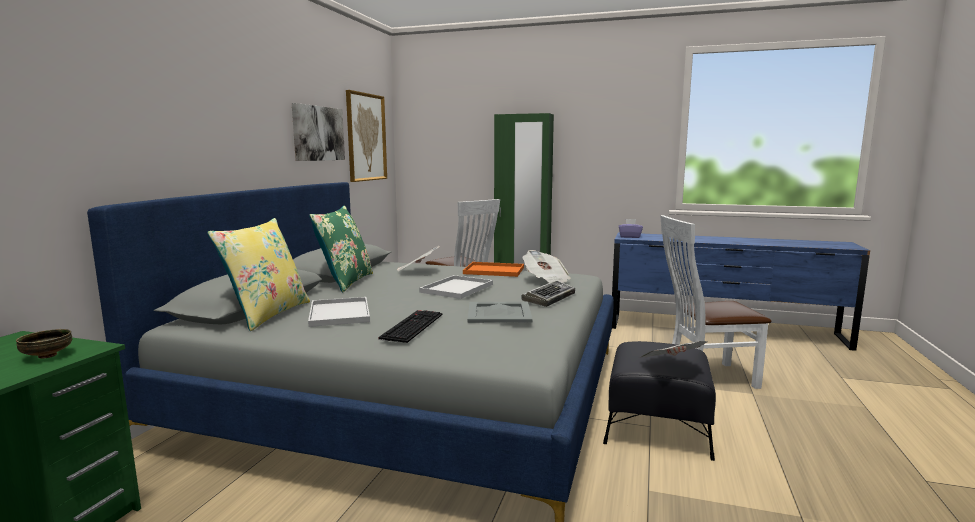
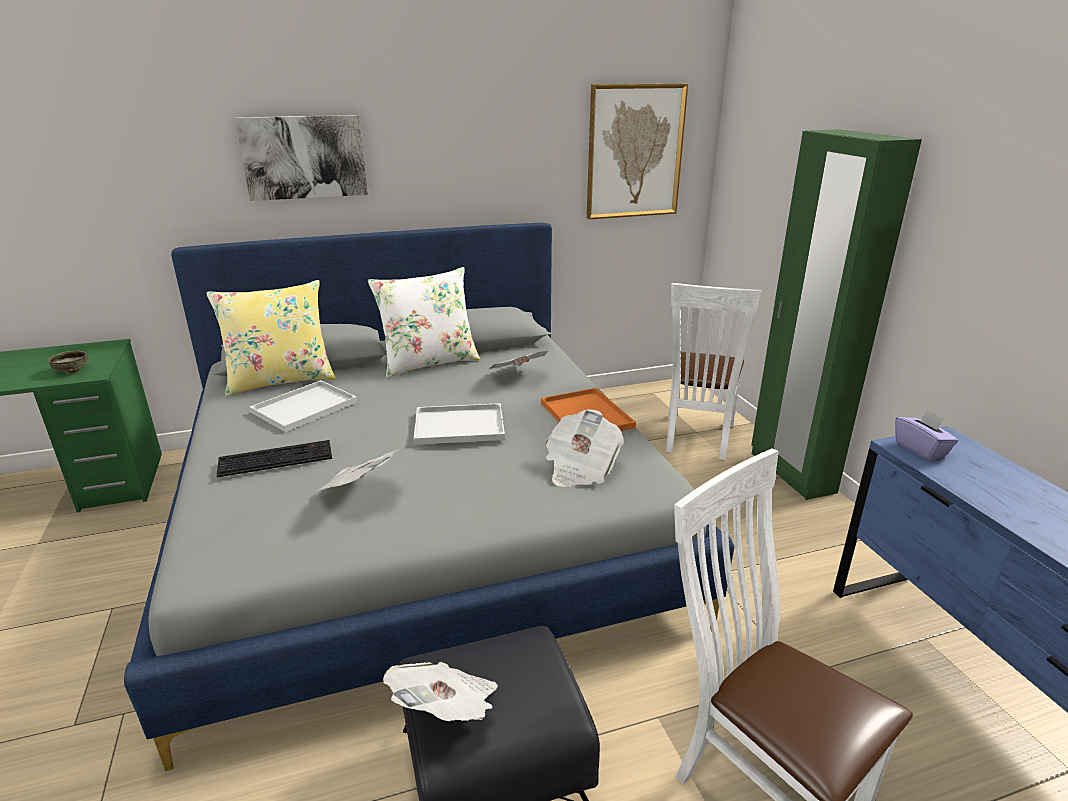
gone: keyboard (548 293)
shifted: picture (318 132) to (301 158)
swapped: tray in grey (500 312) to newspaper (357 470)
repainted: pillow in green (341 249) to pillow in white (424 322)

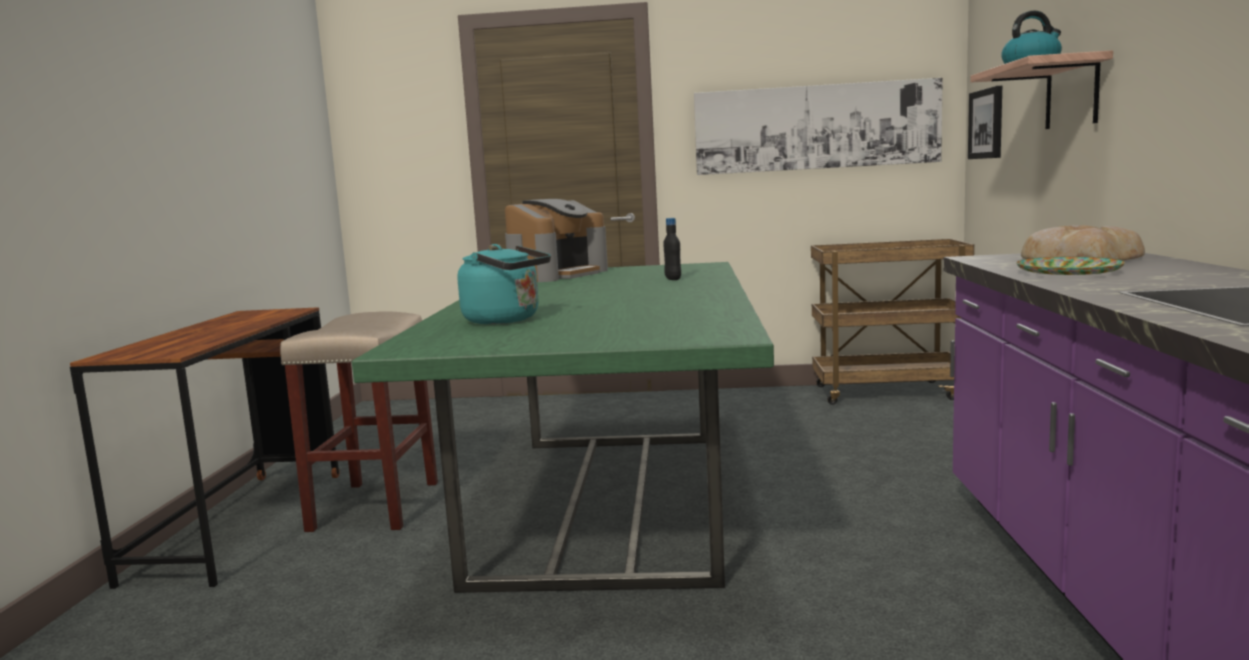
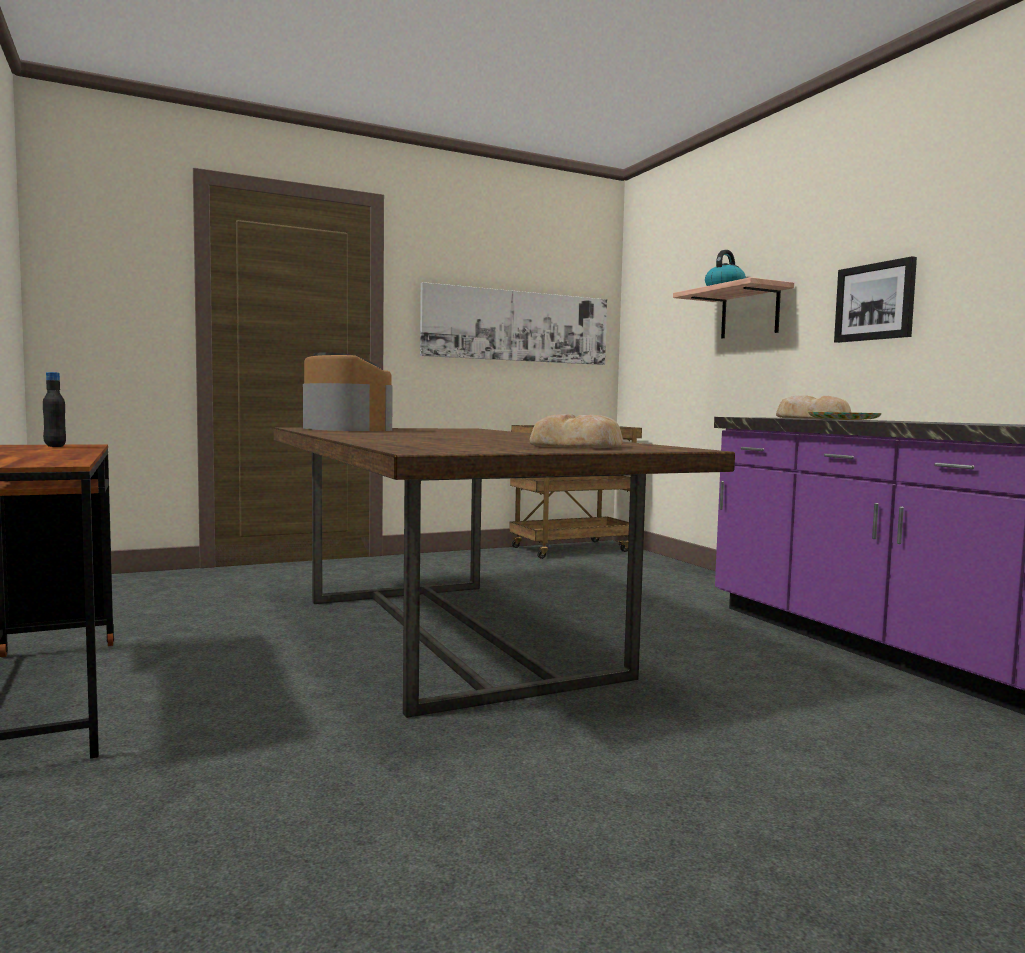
gone: kettle in turquoise (504 284); stool in beige (359 421)
new: bread (576 431)
shifted: picture (985 122) to (875 299); bottle in black (672 249) to (54 409)
repainted: dining table in green (563 427) to dining table in brown (504 572)
rotated: coffee machine (556 240) = (348 391) 45 degrees counterclockwise

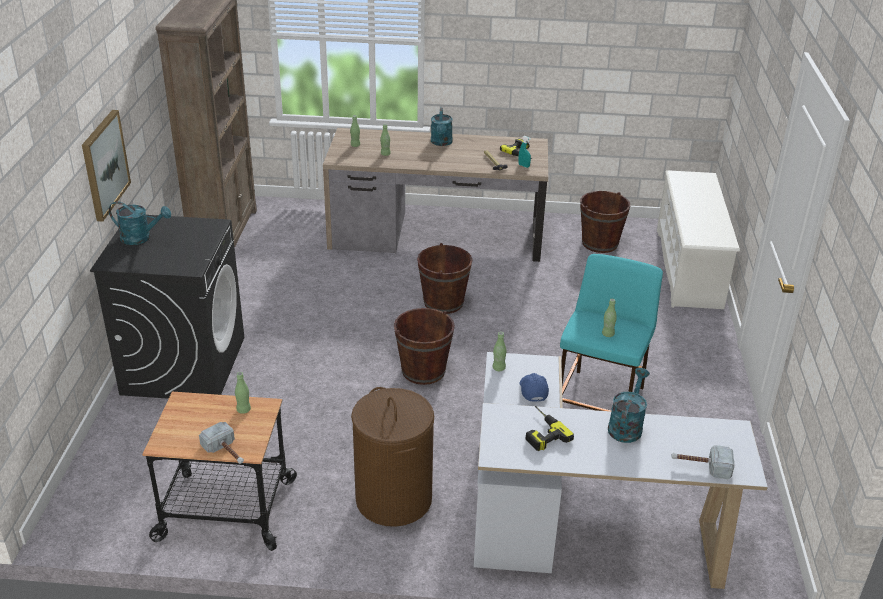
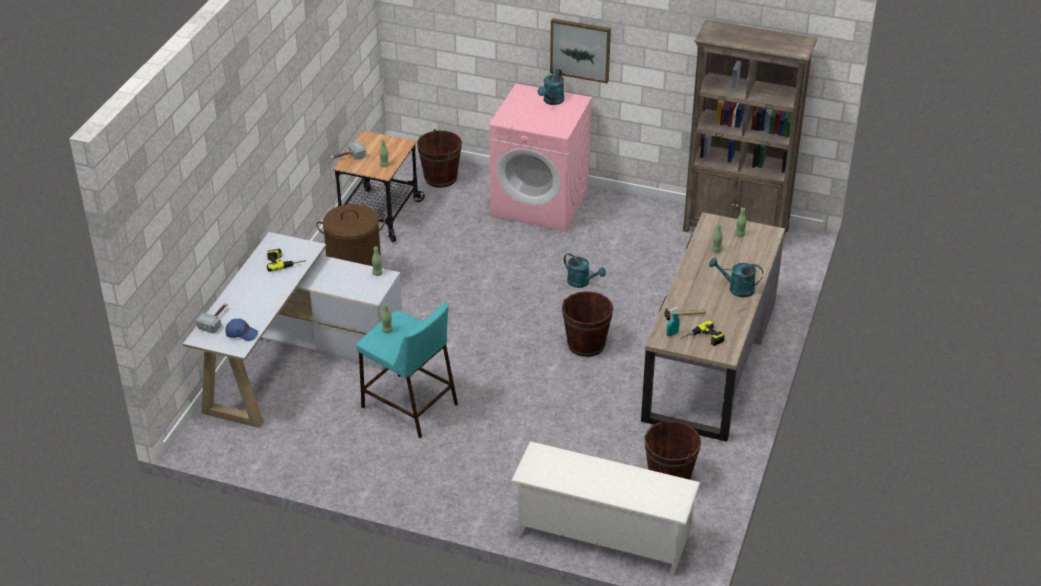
shifted: bucket in brown (424 346) to (439 158); watering can in turquoise (629 405) to (585 270); cap in blue (534 387) to (241 330)
repainted: washing machine in black (167 307) to washing machine in pink (540 157)

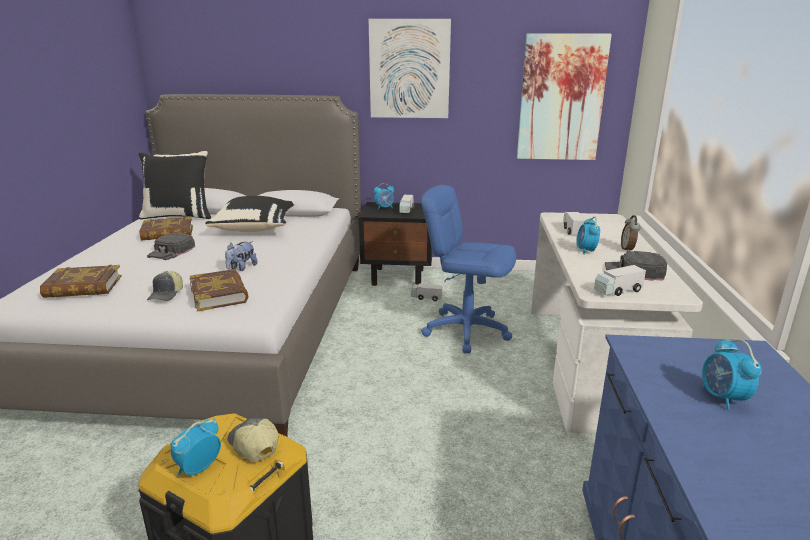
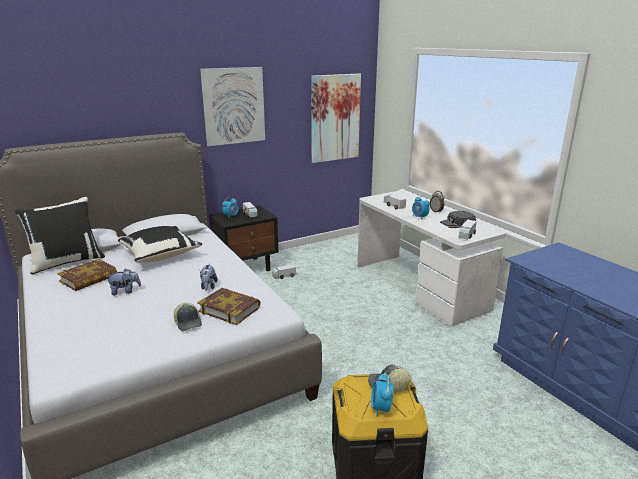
gone: office chair in blue (468 269); book (81 281); alarm clock (732 374)
swapped: cap in black (171 246) to plush toy (123 281)

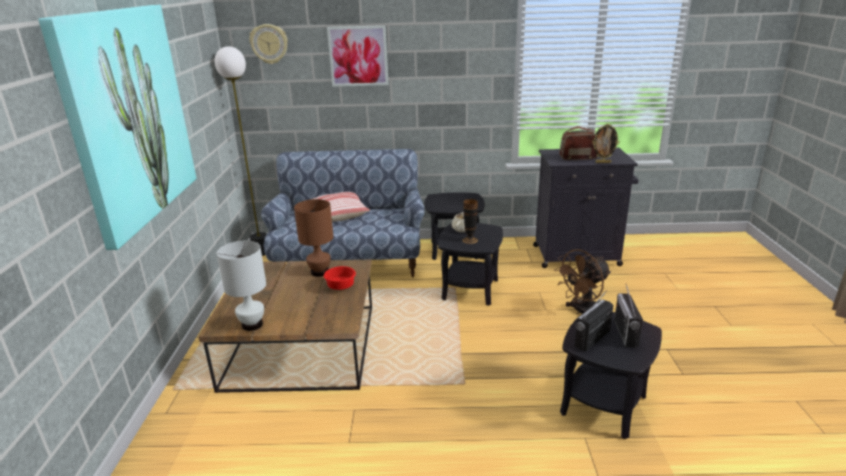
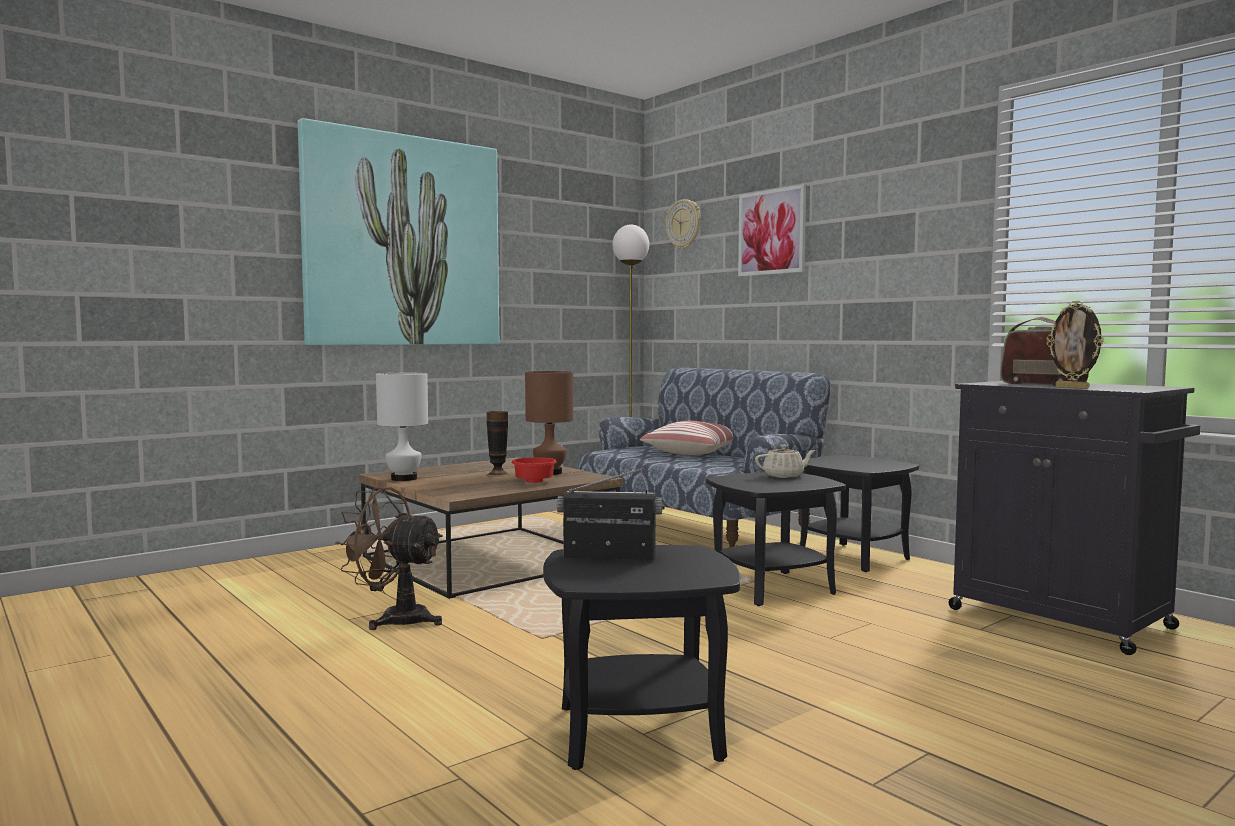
gone: radio (628 316)
shifted: vase (470 221) to (498 444); fan in brown (582 281) to (389 558)

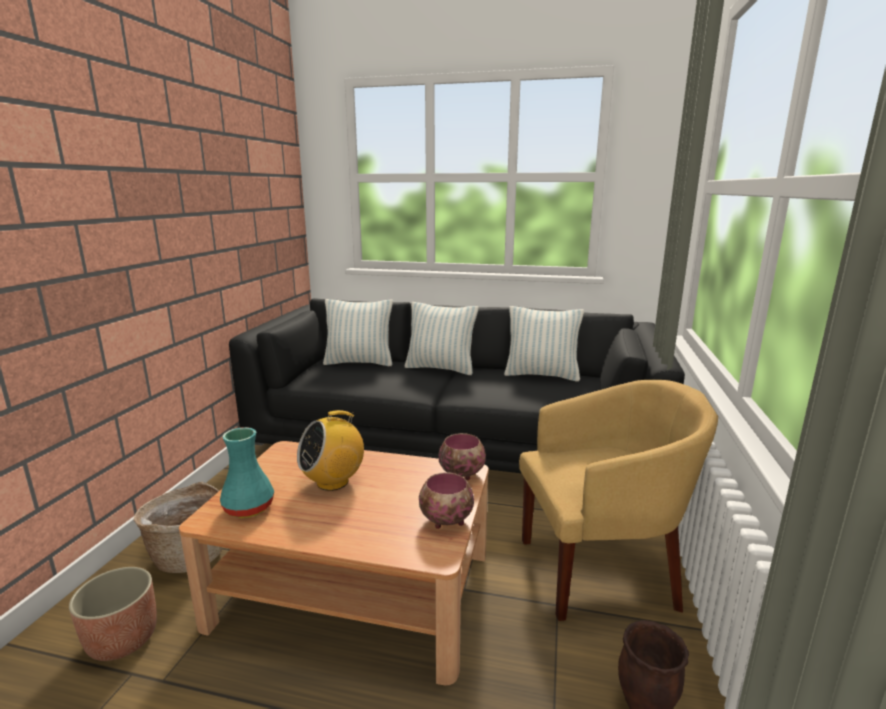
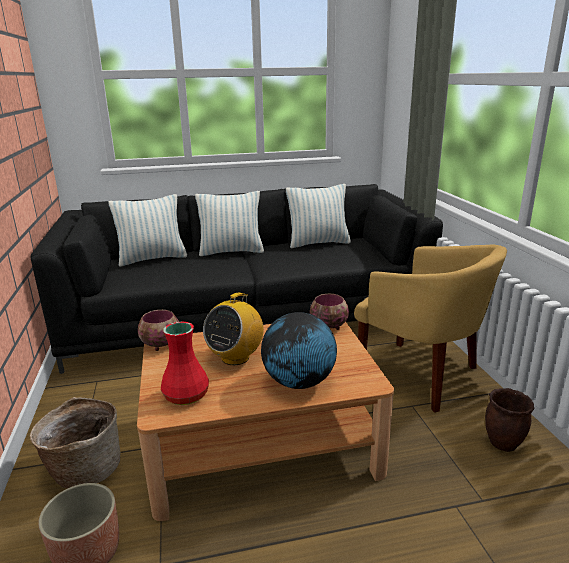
new: globe (299 350)
shifted: bowl (446 500) to (158 330)
repainted: vase in turquoise (247 472) to vase in red (185 363)
rotated: armchair in yellow (618 500) = (430 329) 75 degrees clockwise

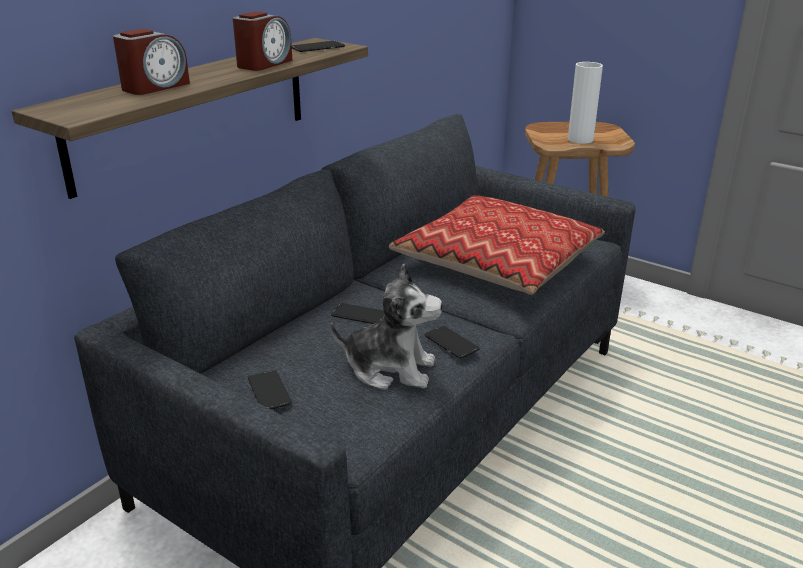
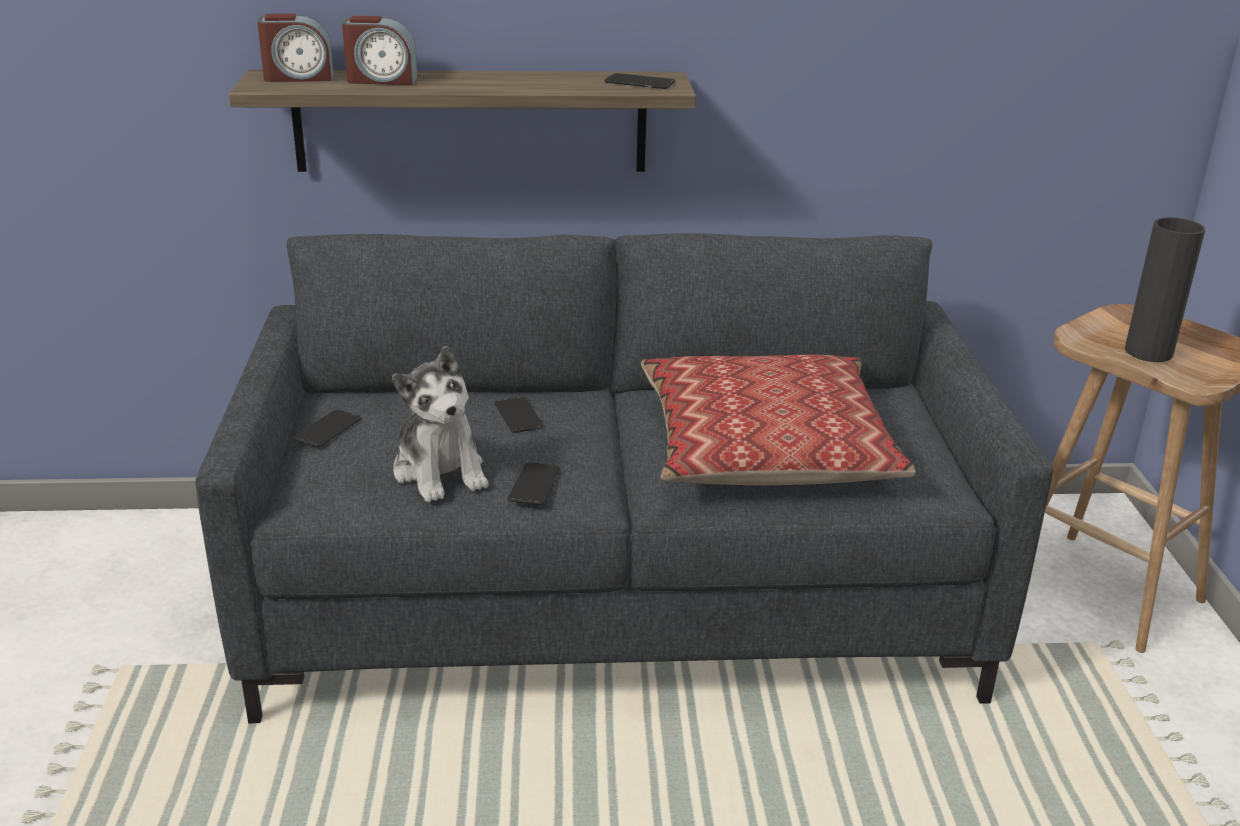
shifted: alarm clock (263 41) to (295 48)
repainted: vase in white (585 103) to vase in black (1165 289)

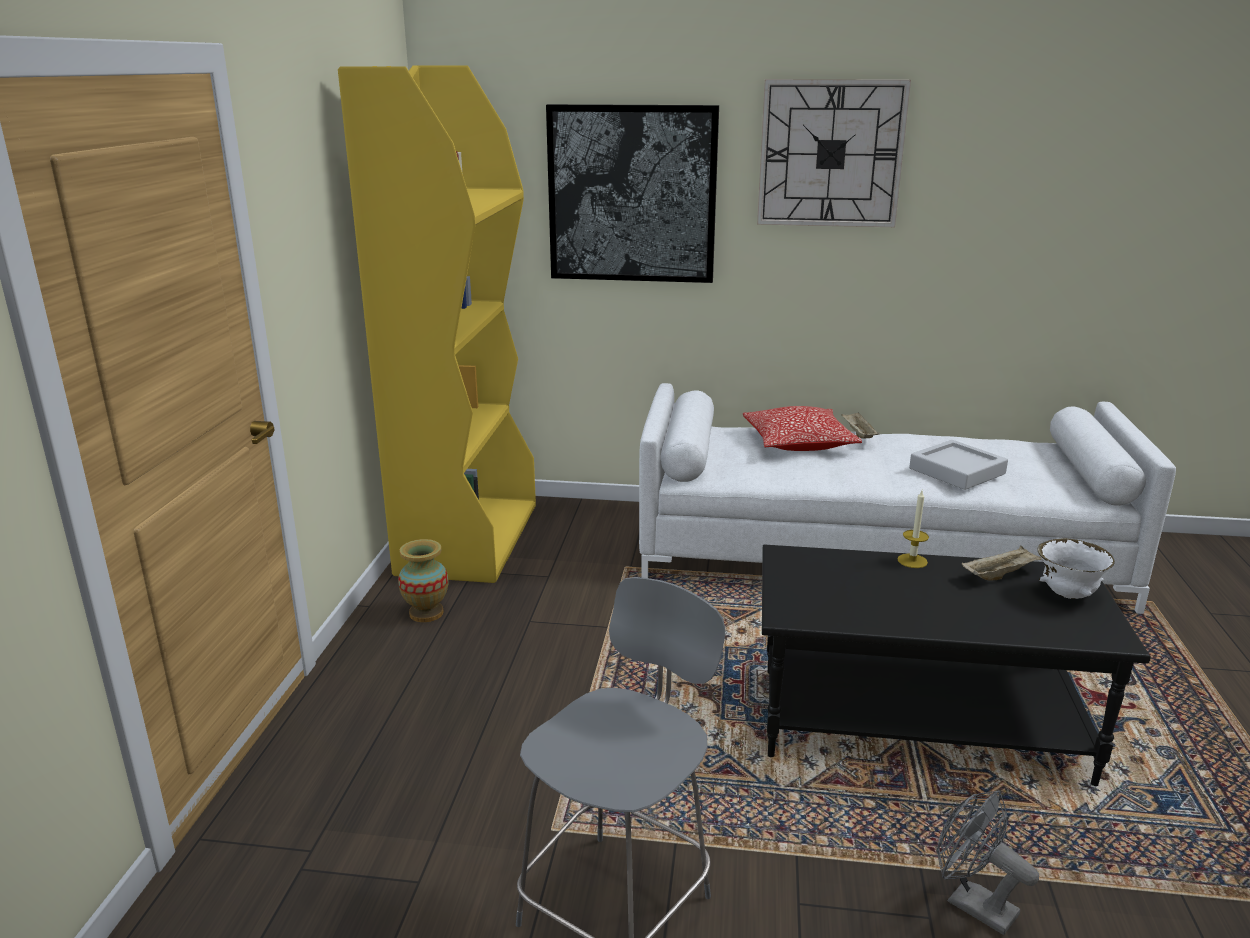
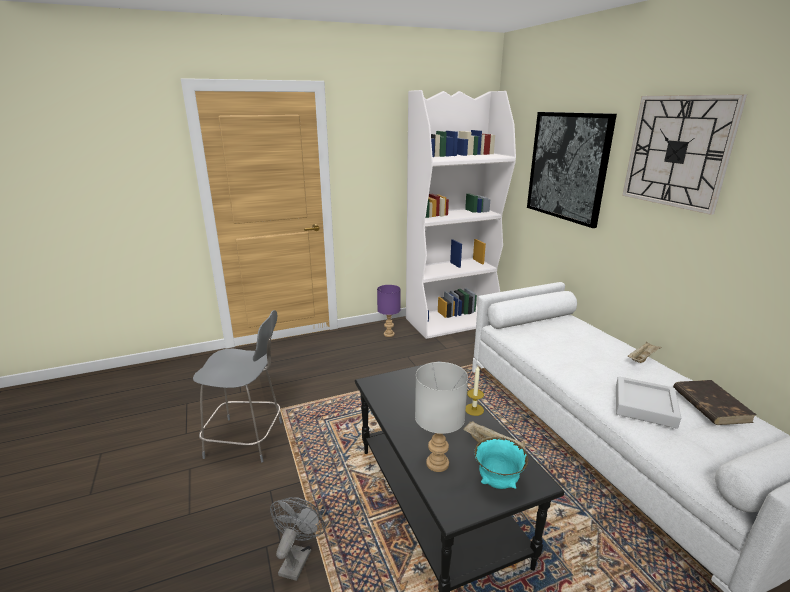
gone: pillow (802 428)
new: table lamp in grey (441 417); book in brown (714 402)
swapped: vase (423 580) to table lamp in purple (389 311)
repainted: bookcase in yellow (437 324) to bookcase in white (461 214); bowl in white (1076 568) to bowl in turquoise (501 462)

